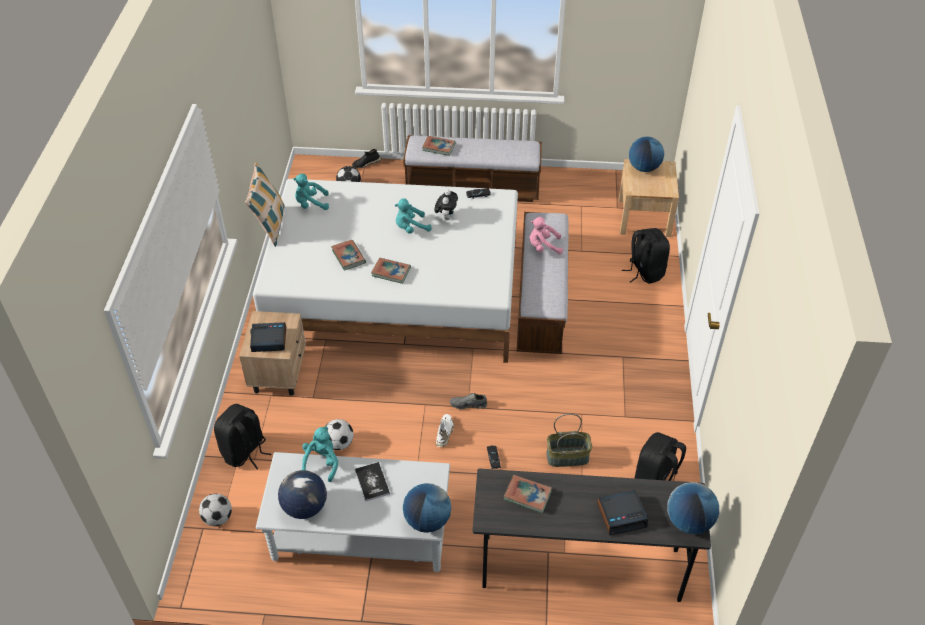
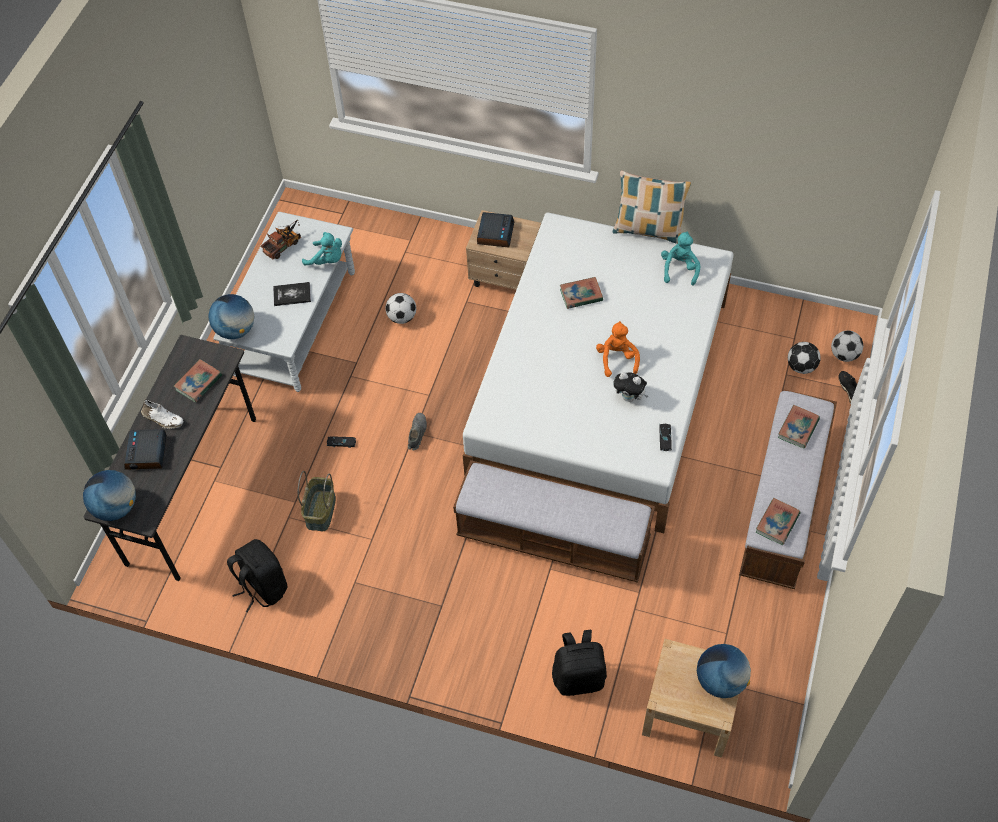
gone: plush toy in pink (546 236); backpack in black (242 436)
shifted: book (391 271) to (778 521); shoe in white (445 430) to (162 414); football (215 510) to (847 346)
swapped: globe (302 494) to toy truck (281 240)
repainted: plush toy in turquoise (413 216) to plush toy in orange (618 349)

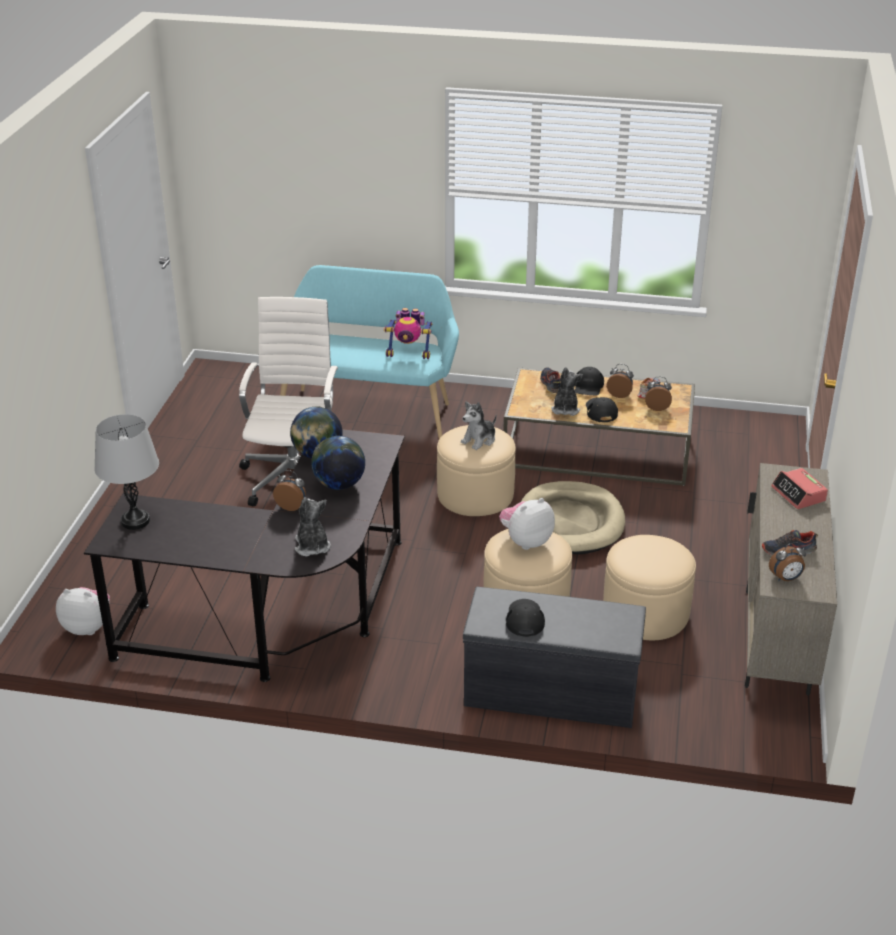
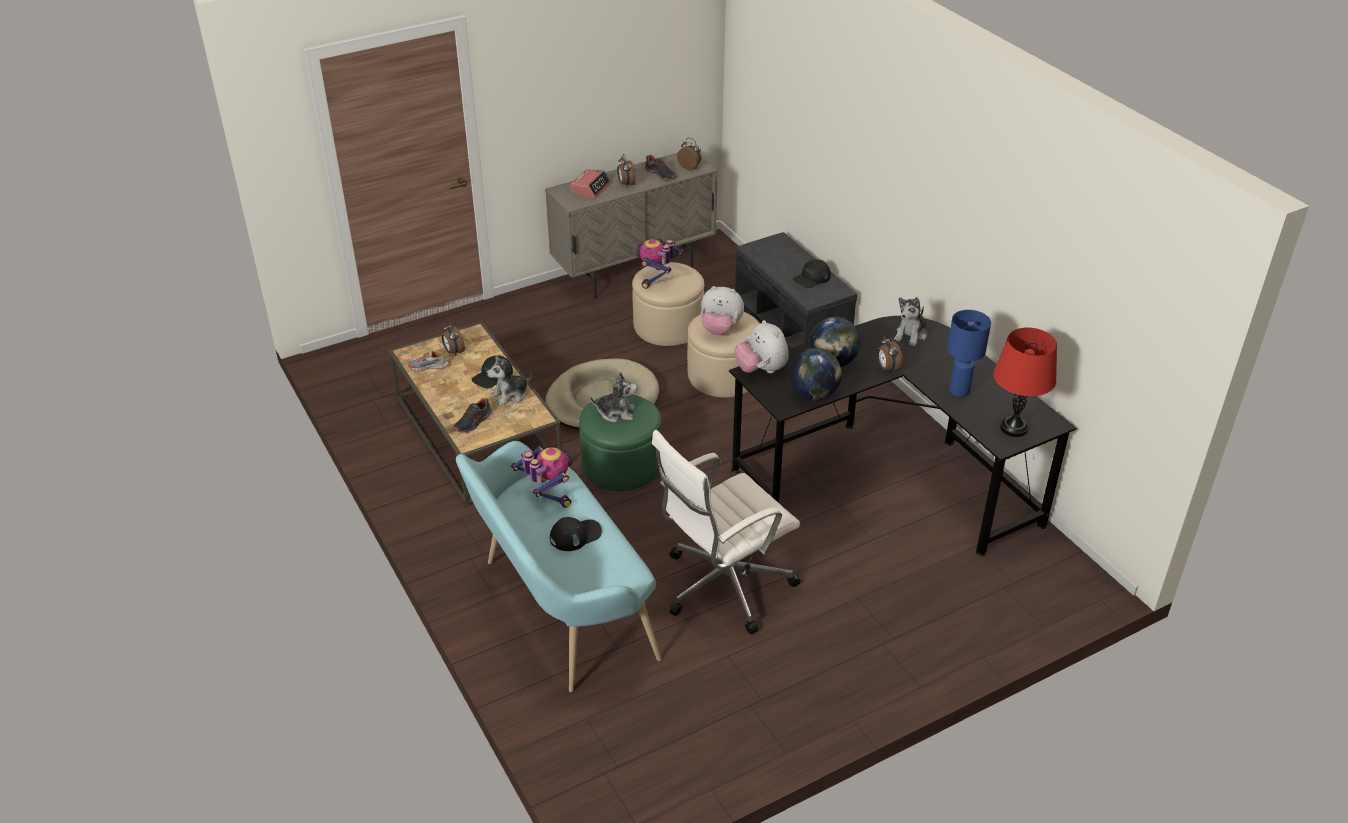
new: toy robot (660 264); table lamp in blue (969 353)
shifted: alarm clock (620 381) to (626 171); cap in black (589 381) to (576 534); plush toy (83 611) to (762 346)
repainted: table lamp in grey (126 472) to table lamp in red (1025 382); ottoman in beige (476 470) to ottoman in green (620 442)

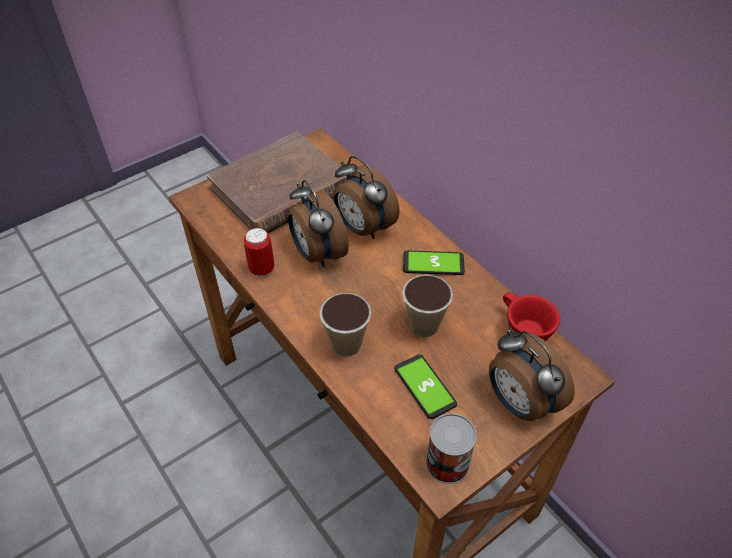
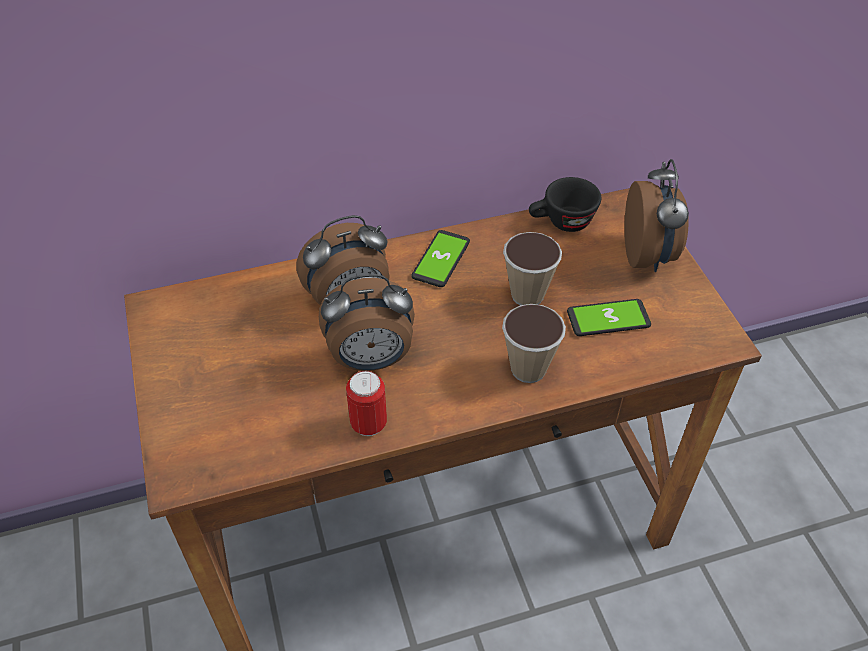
gone: book in brown (277 182); can (451 448)
repainted: cup in red (531 317) to cup in black (565 204)
rotated: alarm clock (532 375) = (656 215) 75 degrees counterclockwise

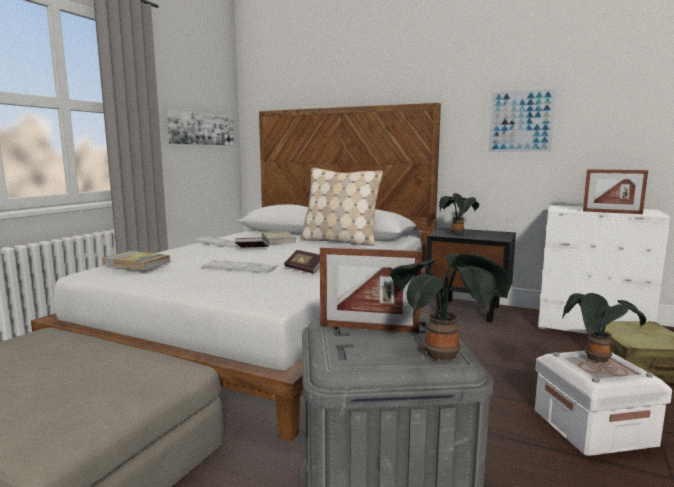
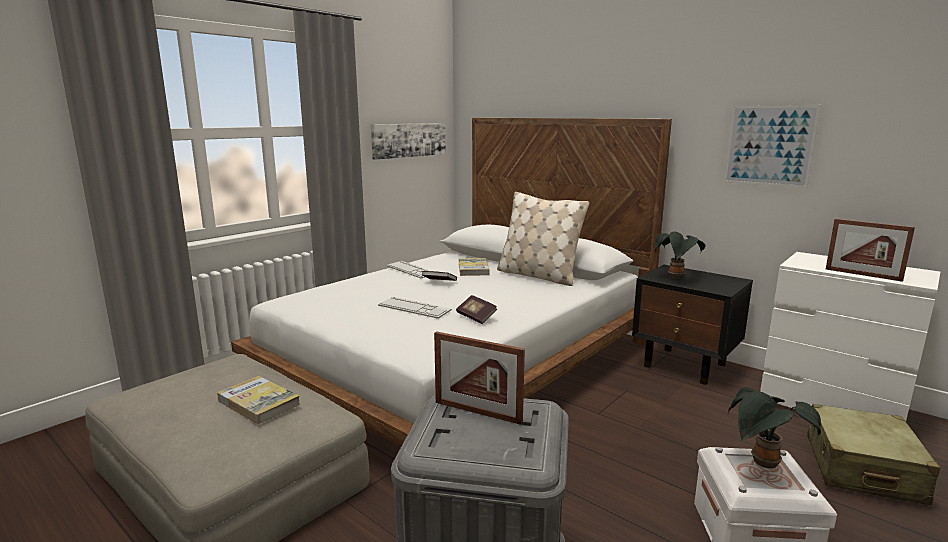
gone: potted plant (450 307)
shifted: book (136 260) to (258 400)

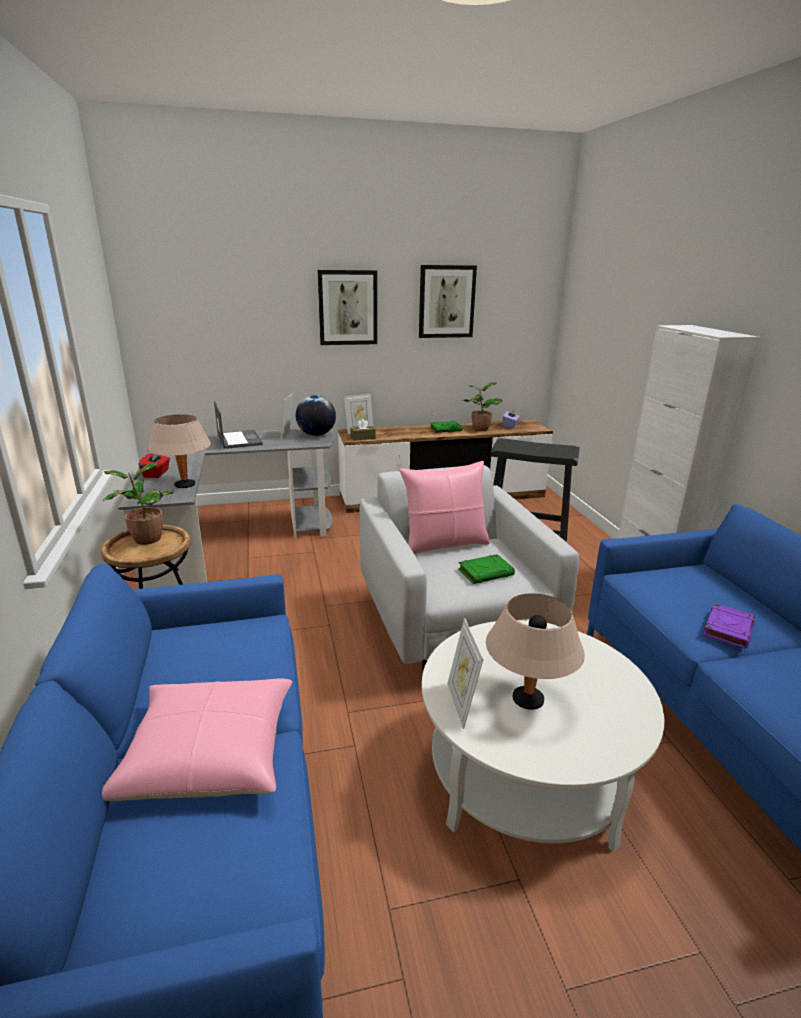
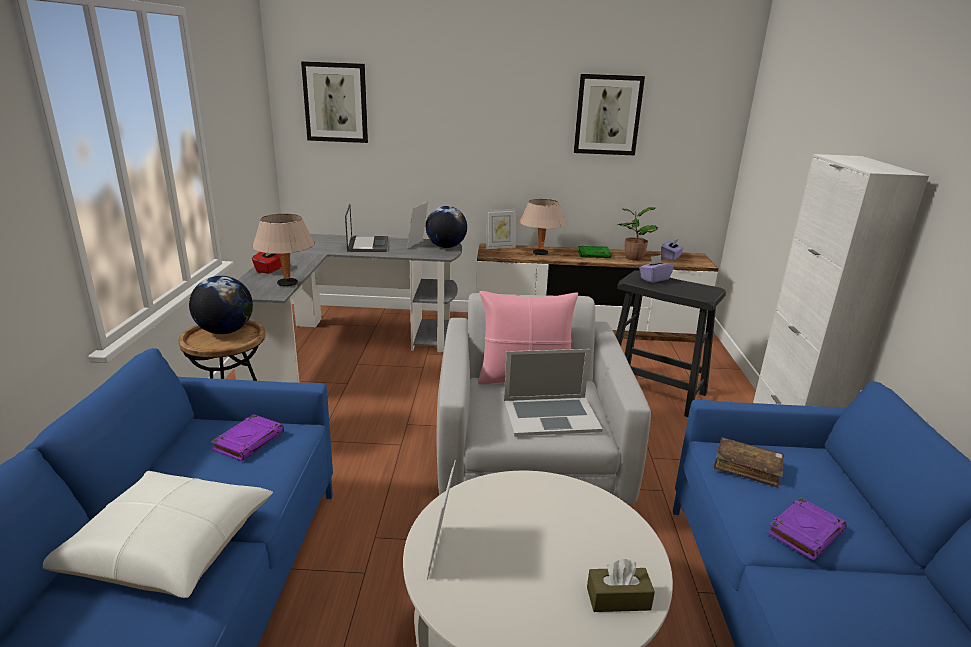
new: tissue box in purple (656 269); book in purple (247 437); book in brown (748 462)
shifted: picture (347 307) to (334 102); tissue box in brown (363 430) to (621 585); table lamp in beige (535 651) to (542 227)
swapped: potted plant (138 504) to globe (221 305); book in green (486 569) to laptop (553 392)
repainted: pillow in pink (197 739) to pillow in white (158 534)

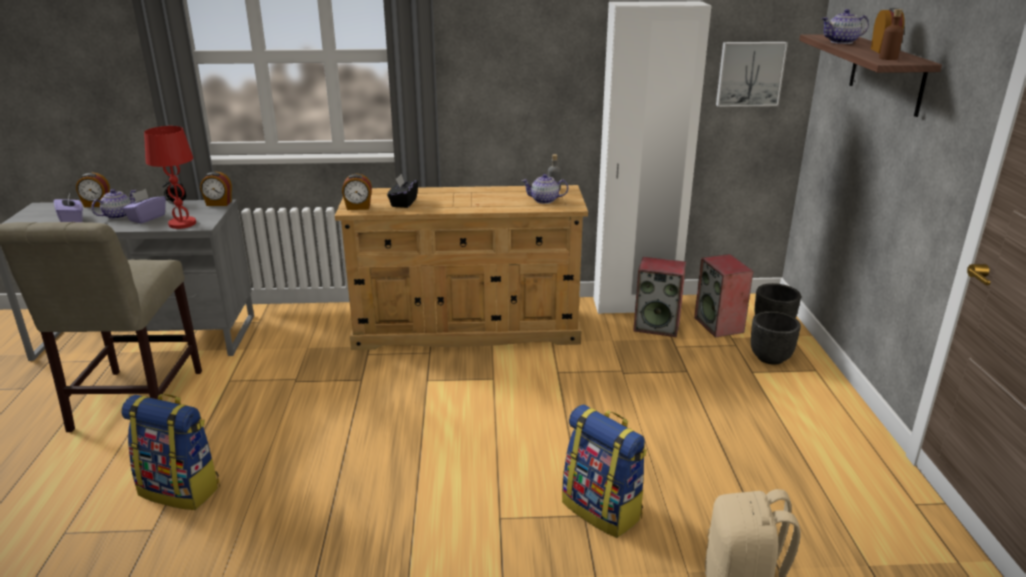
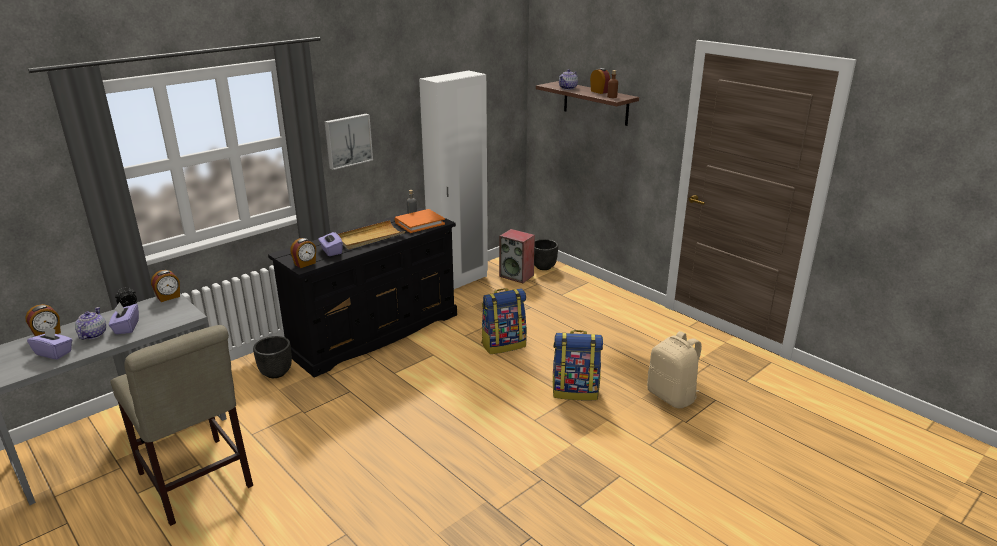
gone: table lamp in red (170 177); speaker (659 297)
new: tray in beige (371 234)
shifted: picture (752 74) to (349 142); planter in black (776 338) to (272 357); backpack (170 452) to (504 321)
swapped: teapot (545 189) to book in orange (420 221)
repainted: tissue box in black (402 191) to tissue box in purple (330 244); dresser in beige (461 267) to dresser in black (362 293)

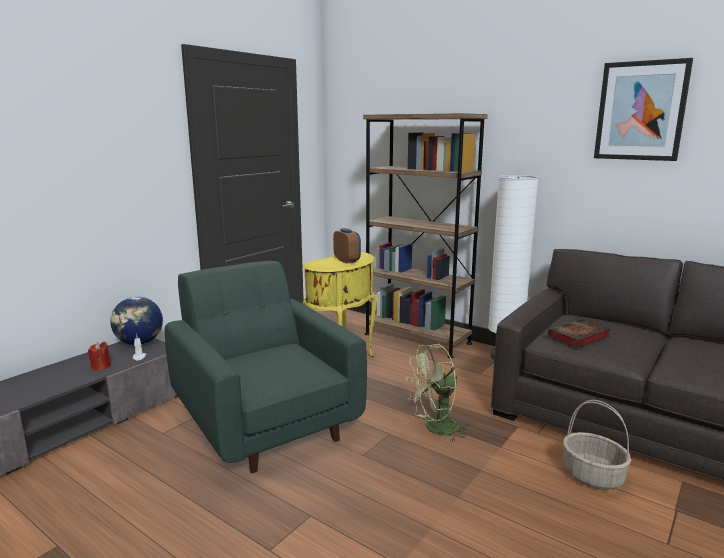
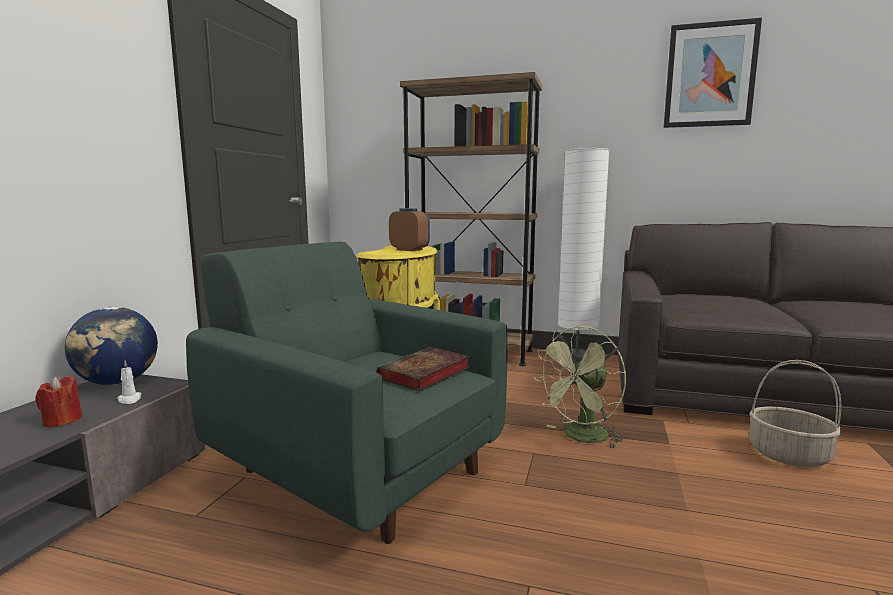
shifted: book (579 333) to (423 369)

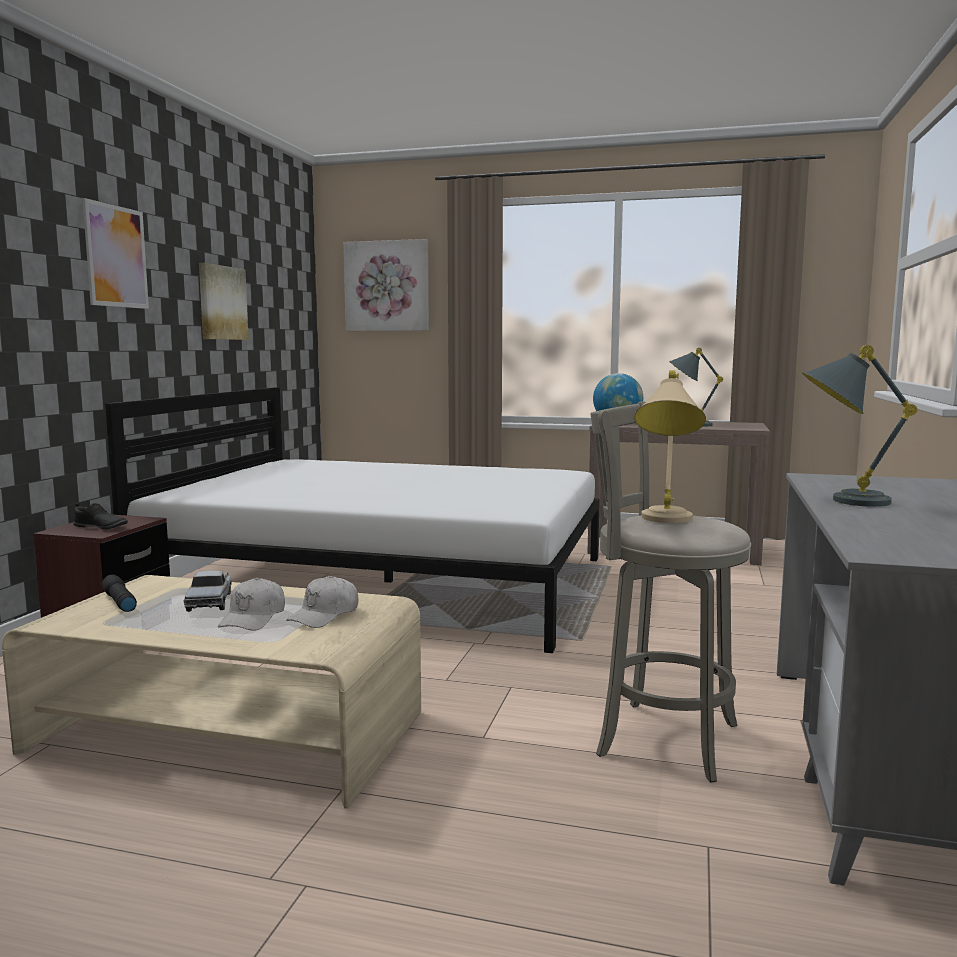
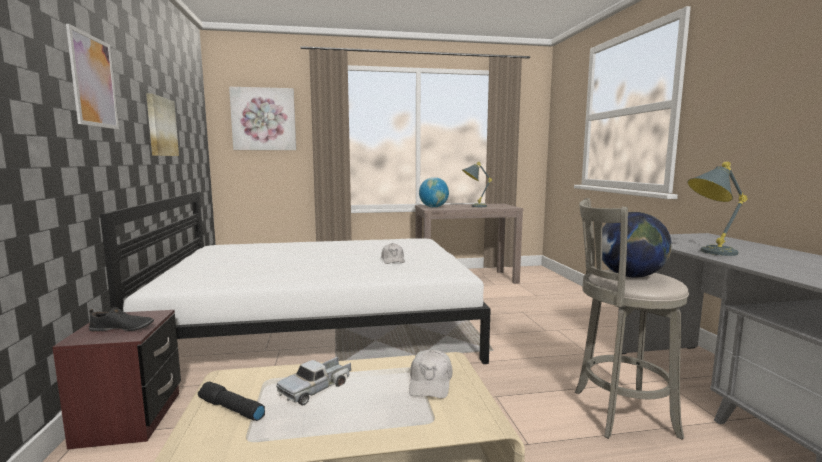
shifted: cap in white (251 604) to (393 253)
swapped: table lamp in beige (670 446) to globe (637 245)
rotated: toy truck (208 591) = (313 381) 75 degrees clockwise

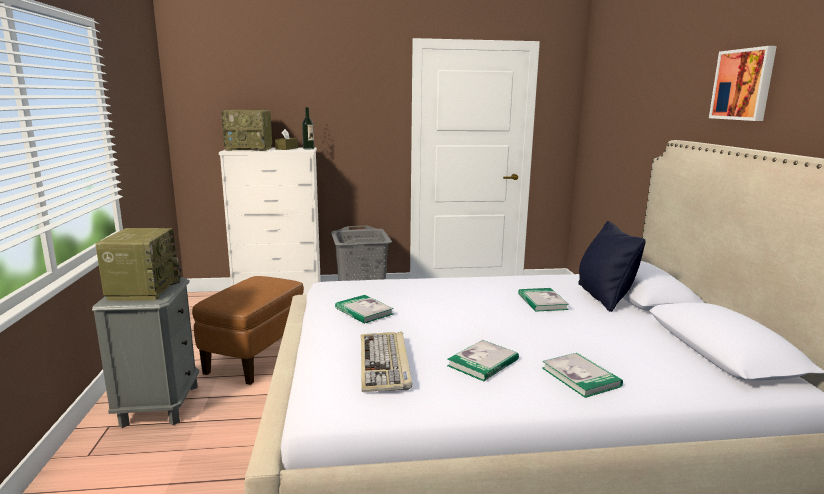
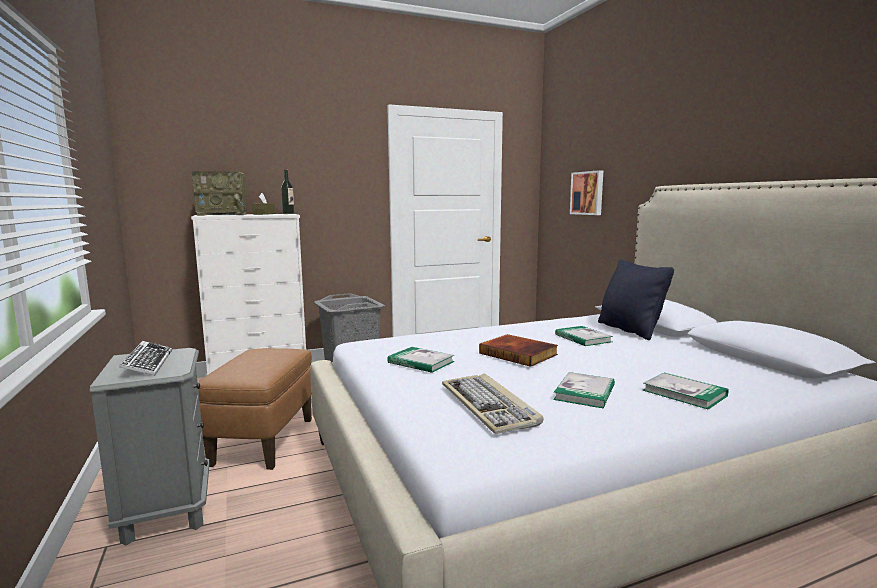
new: book (518 350)
shifted: picture (743 83) to (586 192)
swapped: radio (138 264) to keyboard (145 358)

